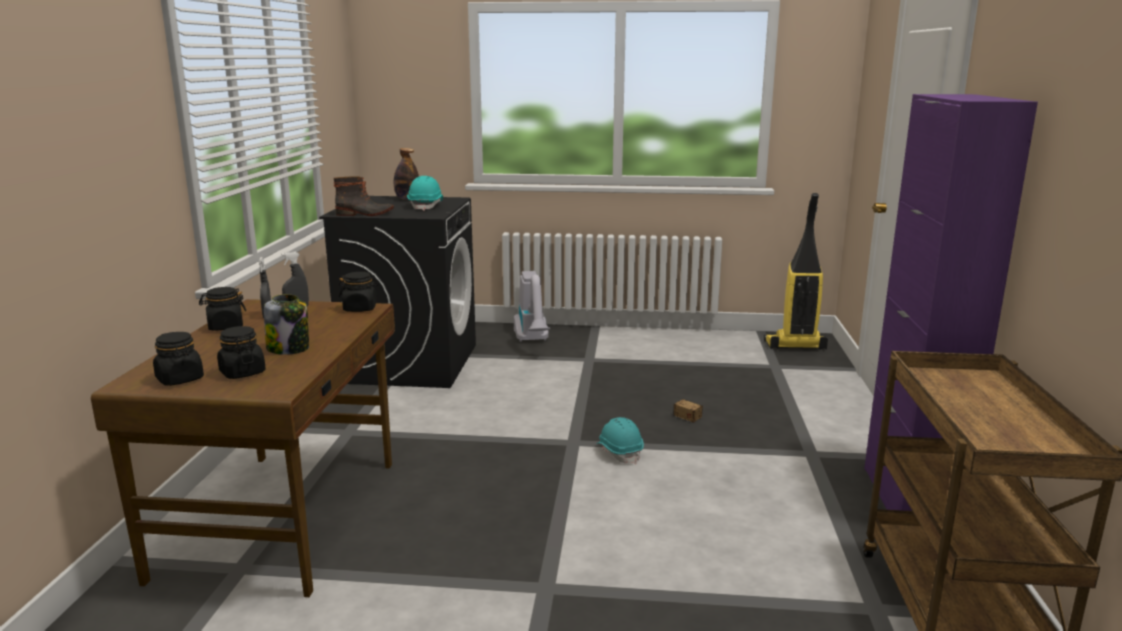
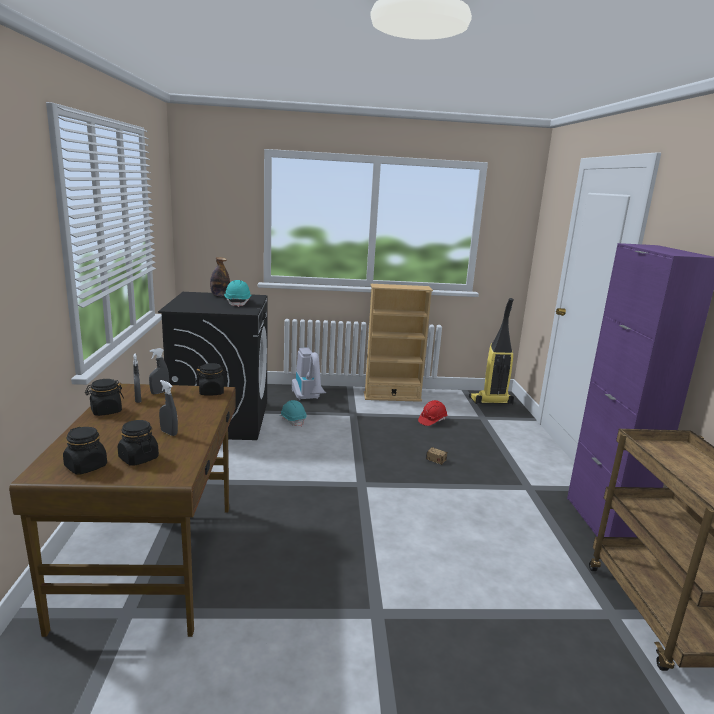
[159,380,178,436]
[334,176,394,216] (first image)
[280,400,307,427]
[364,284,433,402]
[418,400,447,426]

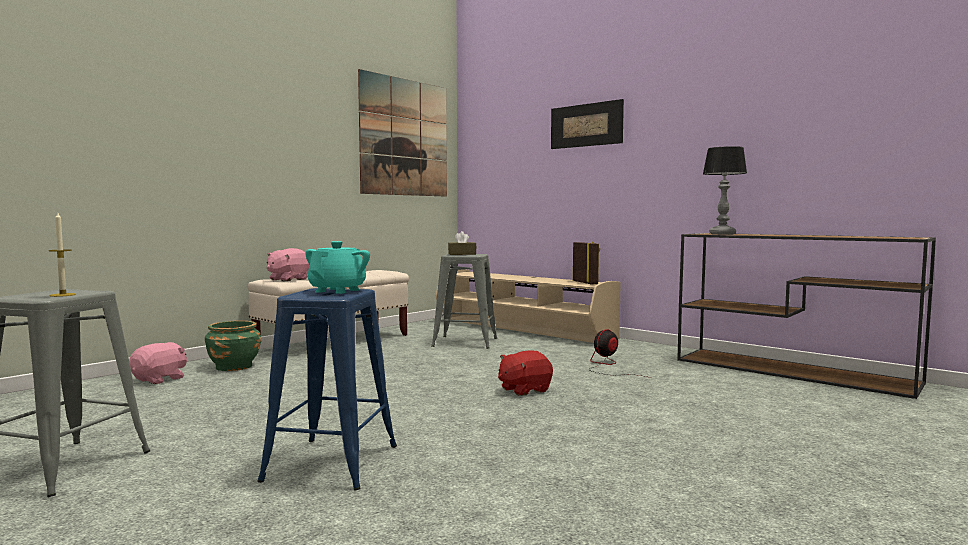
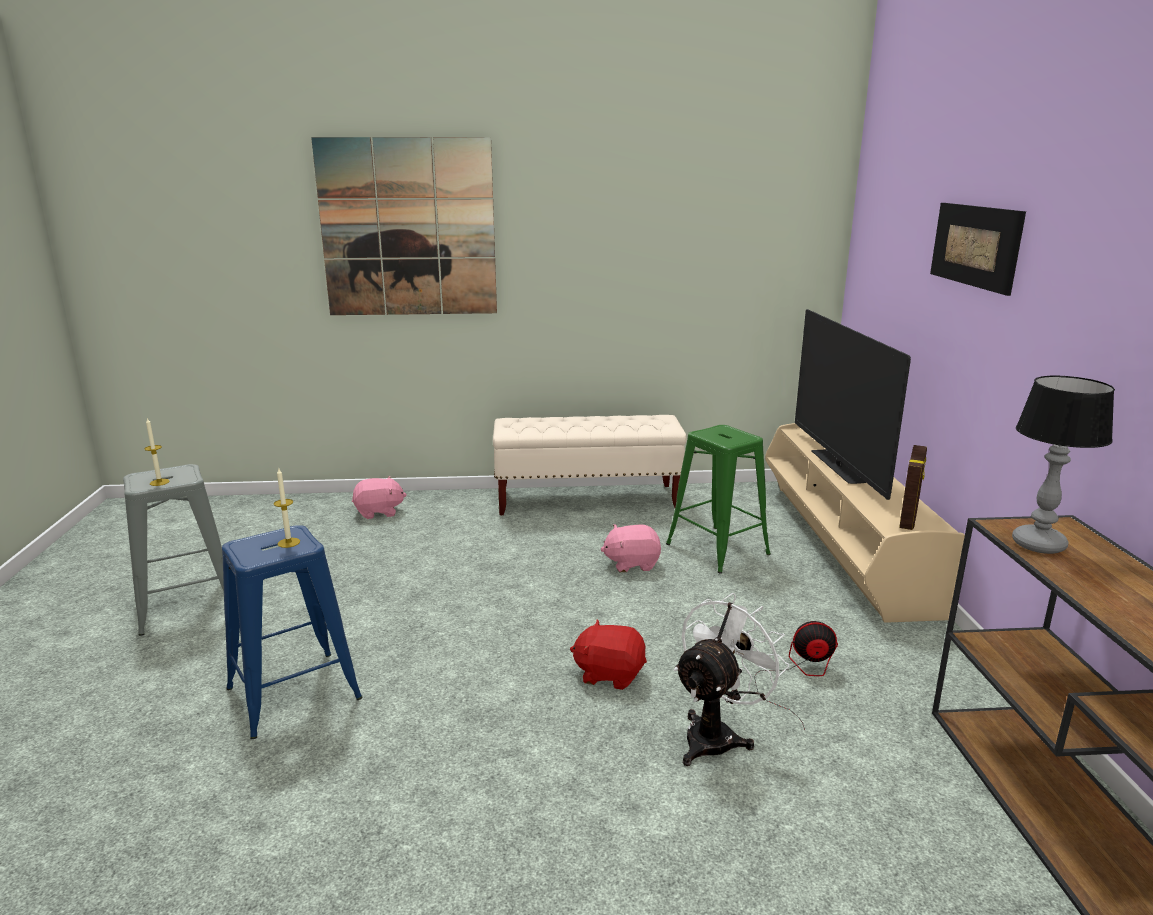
[205,321,261,371] (first image)
[601,524,661,572]
[274,467,300,548]
[311,137,497,315]
[666,425,771,574]
[448,231,477,255] (first image)
[674,593,790,766]
[795,309,911,500]

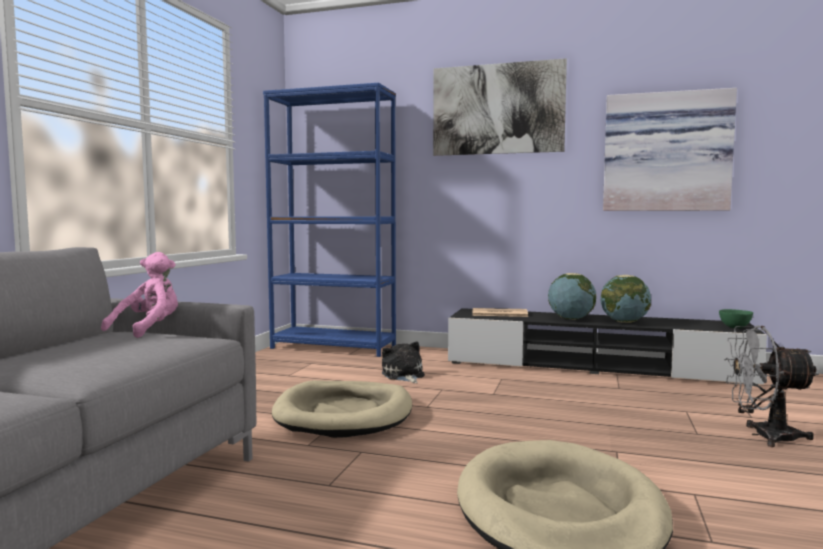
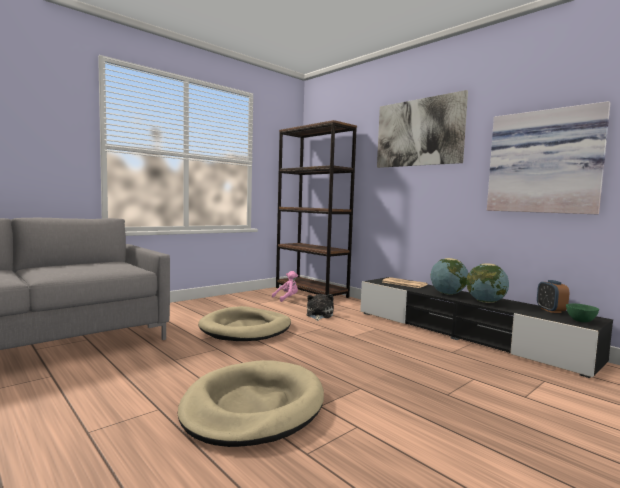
[272,271,298,302]
[276,120,357,298]
[724,325,819,447] (first image)
[537,280,569,313]

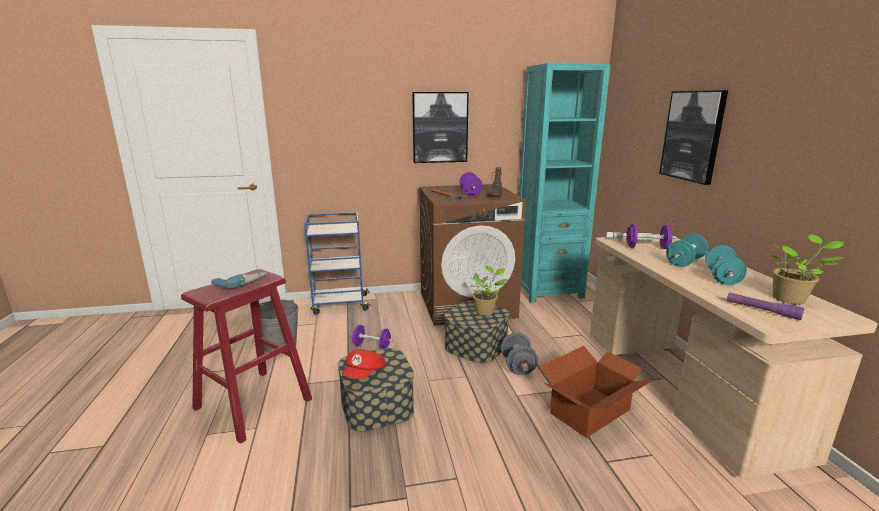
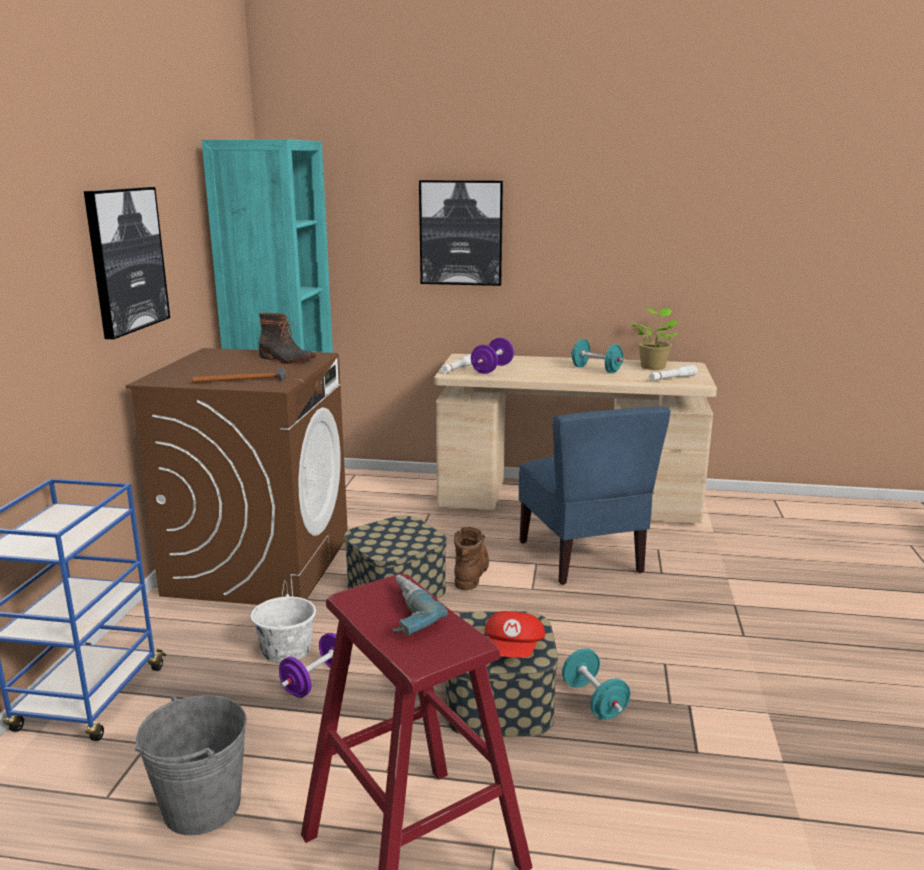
[484,611,545,658]
[459,172,483,196] (first image)
[470,266,507,316] (first image)
[454,527,489,590]
[519,407,671,585]
[562,648,630,720]
[649,365,697,381]
[251,580,316,663]

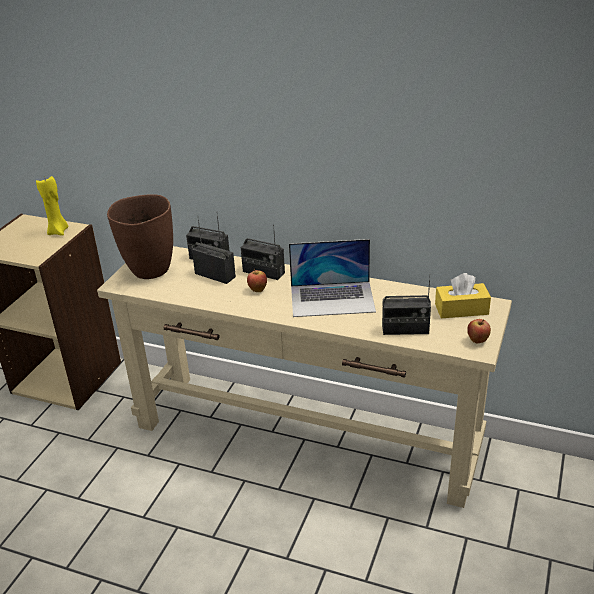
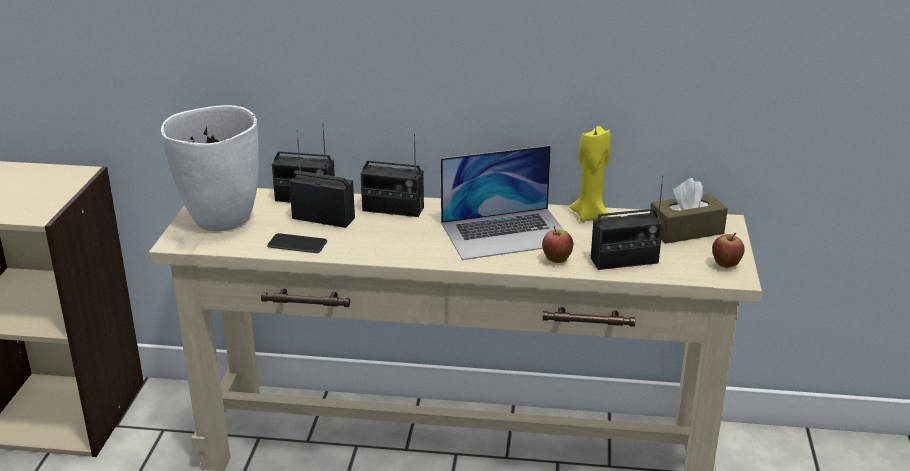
[569,126,611,222]
[161,105,259,232]
[542,226,573,263]
[650,178,728,244]
[267,233,327,253]

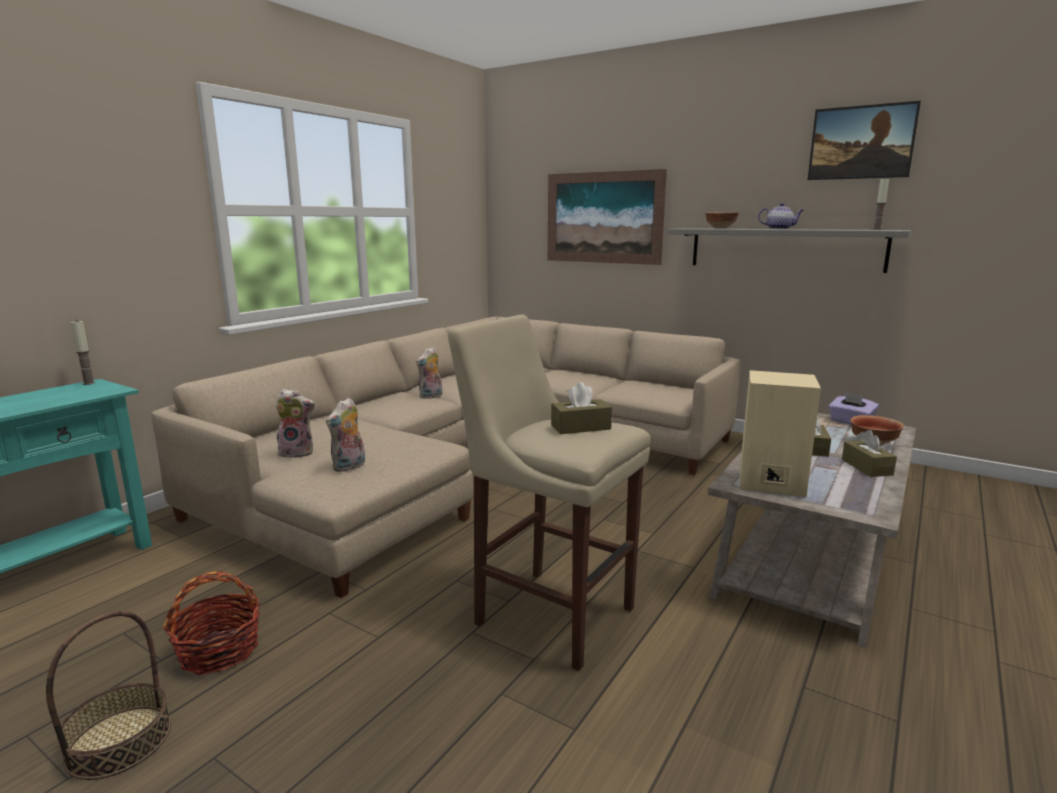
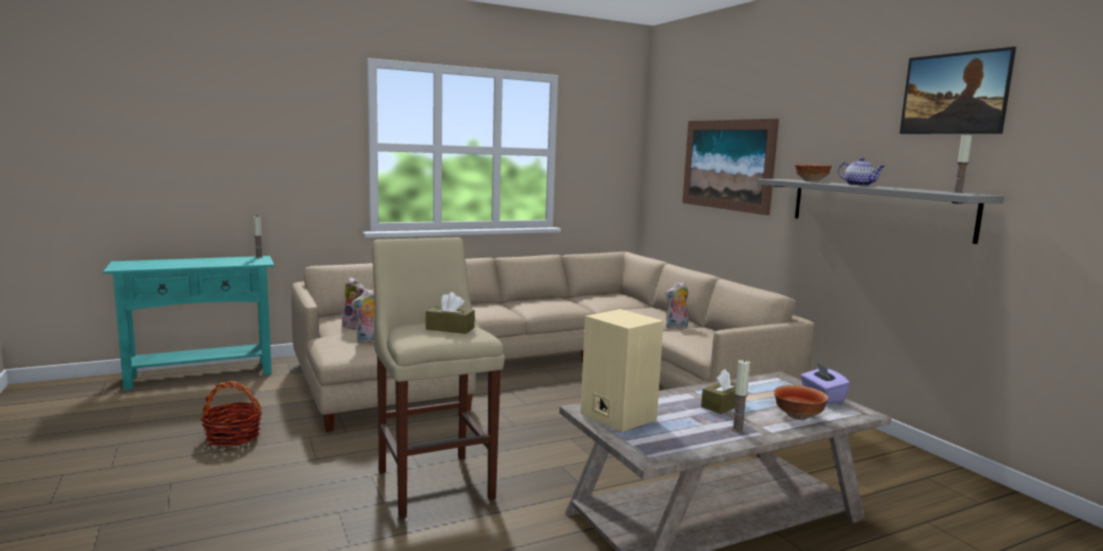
[46,611,171,780] (first image)
[665,282,689,329]
[732,360,750,432]

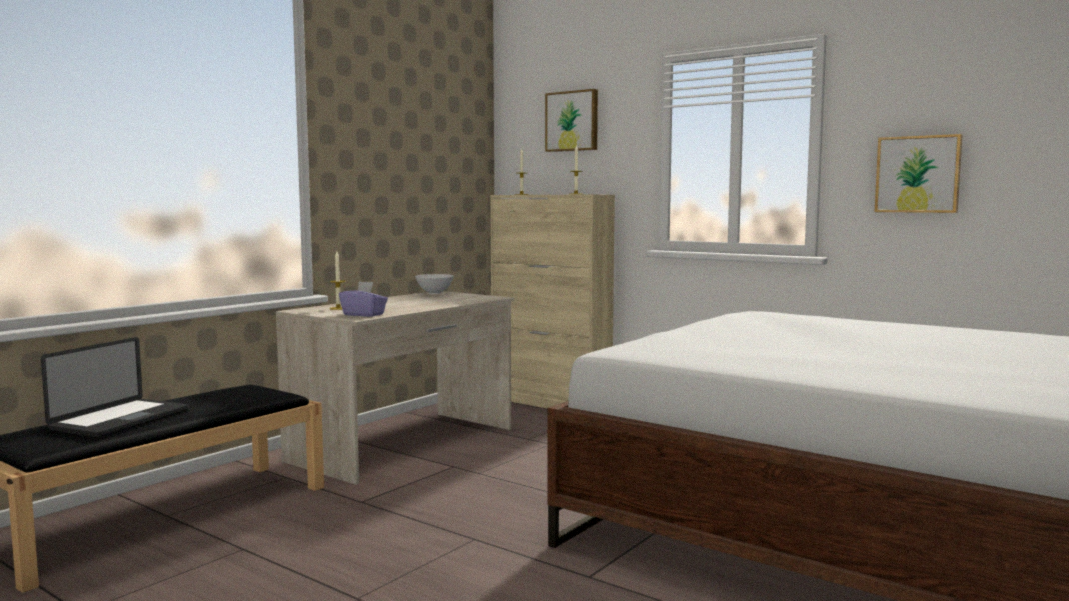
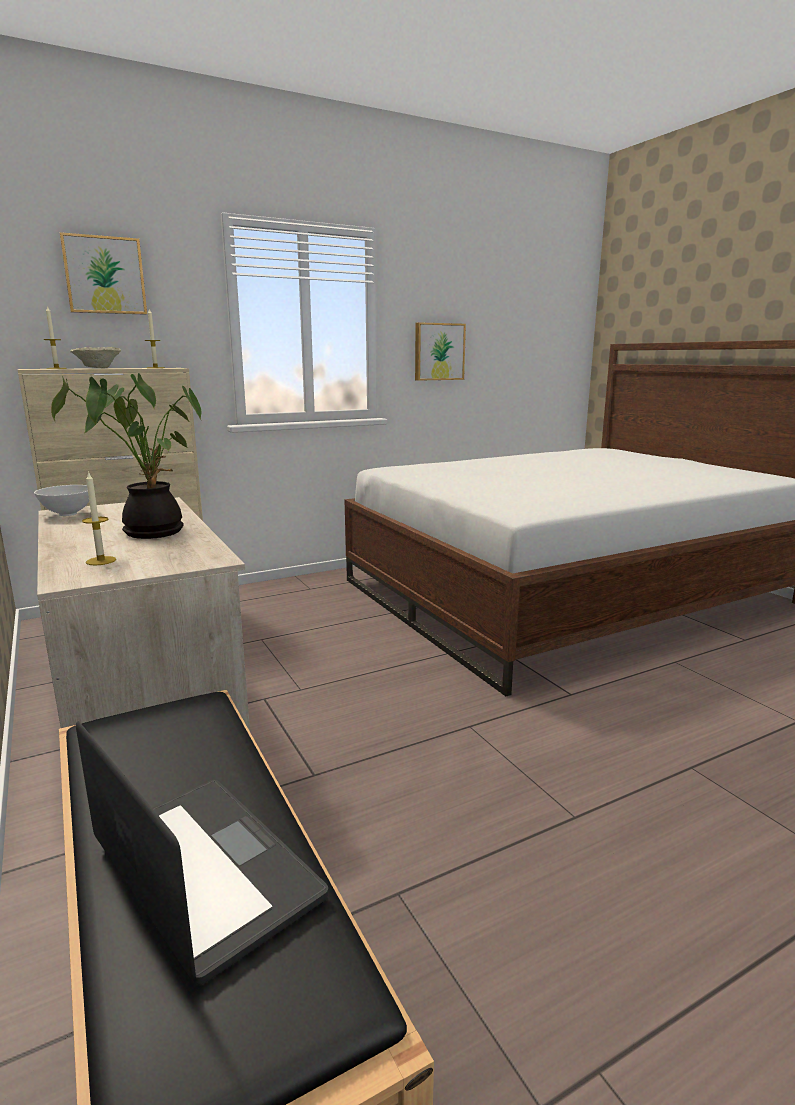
[339,282,388,317] (first image)
[51,373,202,539]
[70,347,121,368]

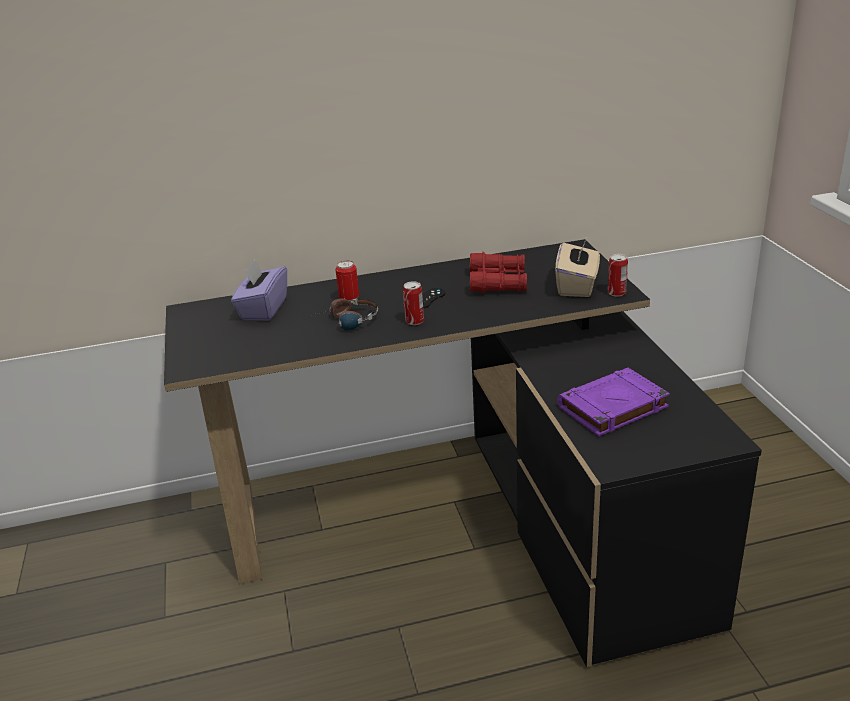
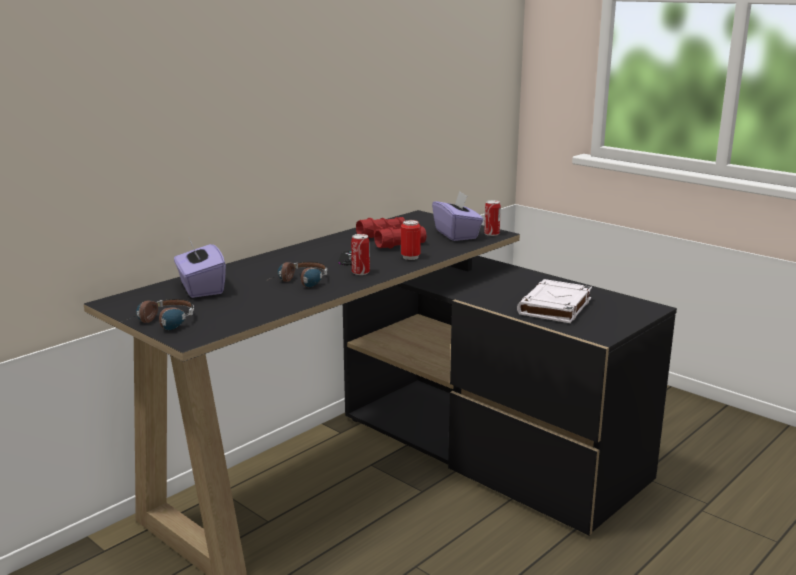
[401,220,421,260]
[432,191,483,241]
[517,279,592,323]
[119,299,194,330]

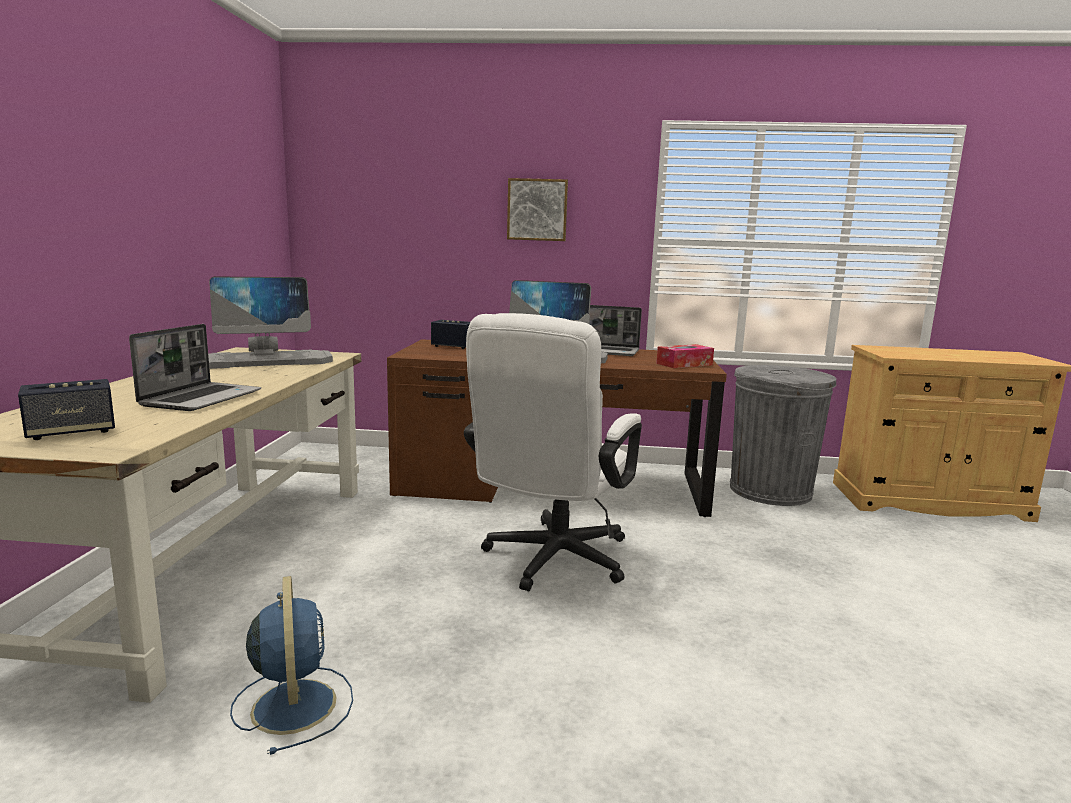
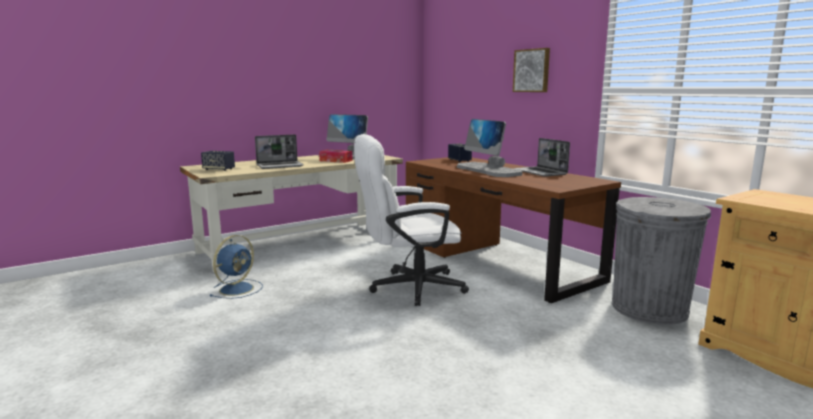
[319,150,353,163]

